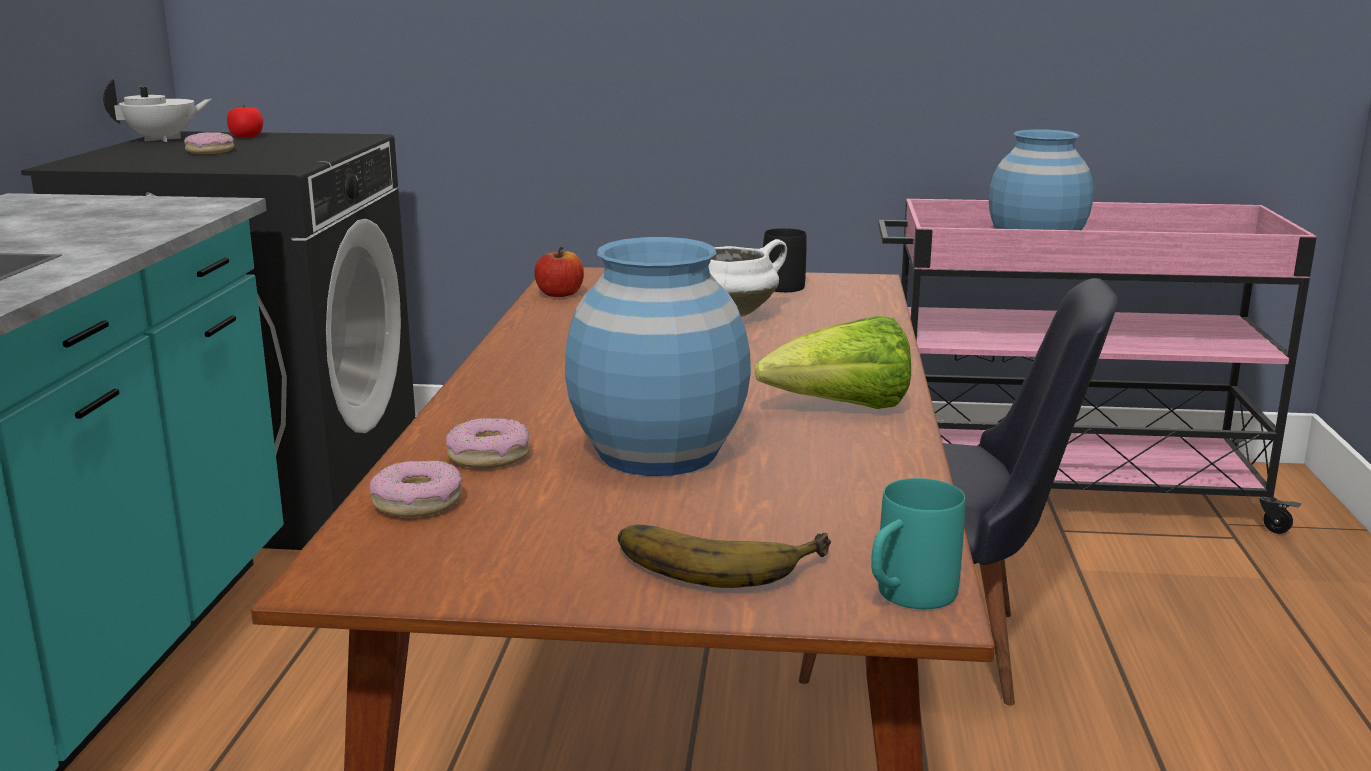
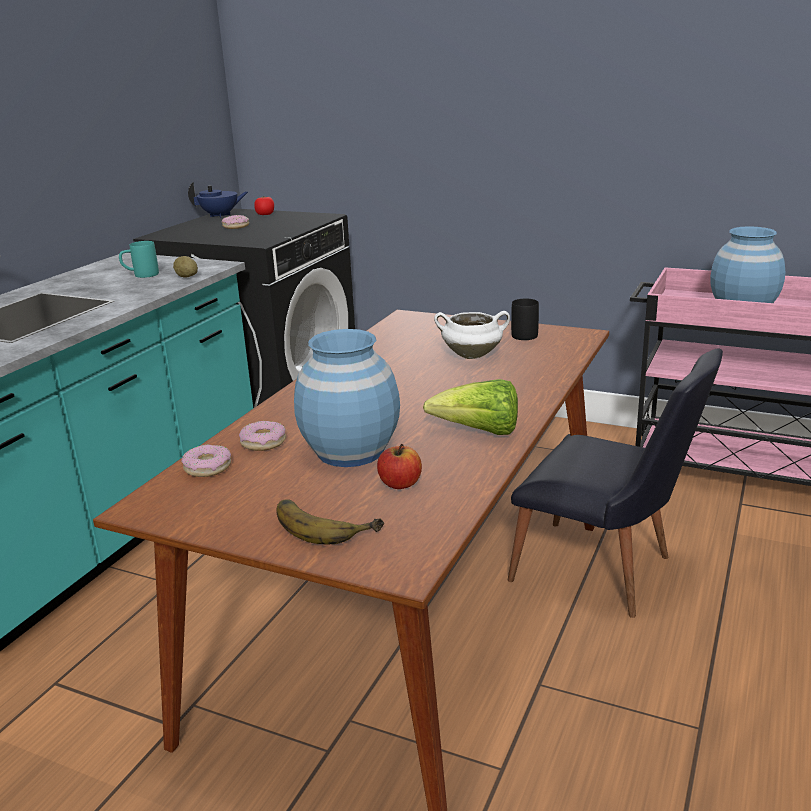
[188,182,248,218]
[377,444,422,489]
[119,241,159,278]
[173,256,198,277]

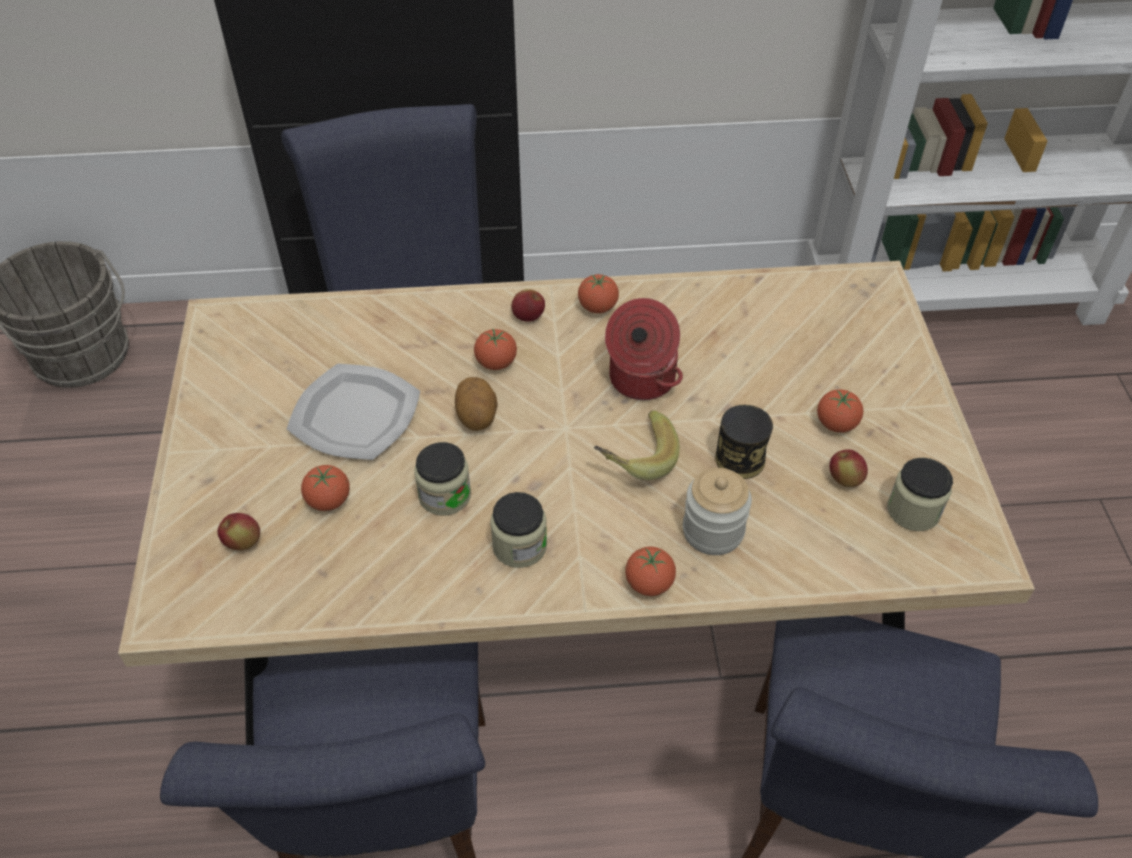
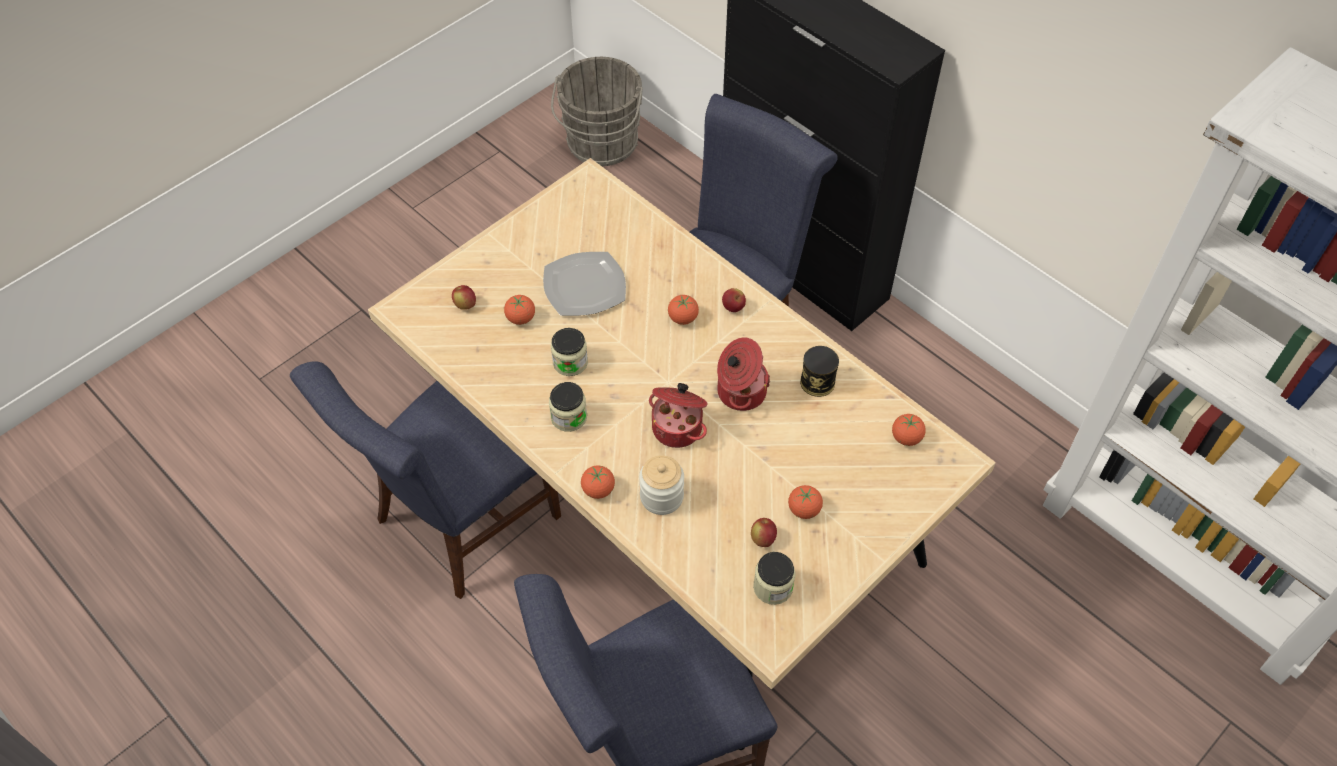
[455,377,498,431] (first image)
[892,414,926,446]
[649,383,708,448]
[800,346,839,397]

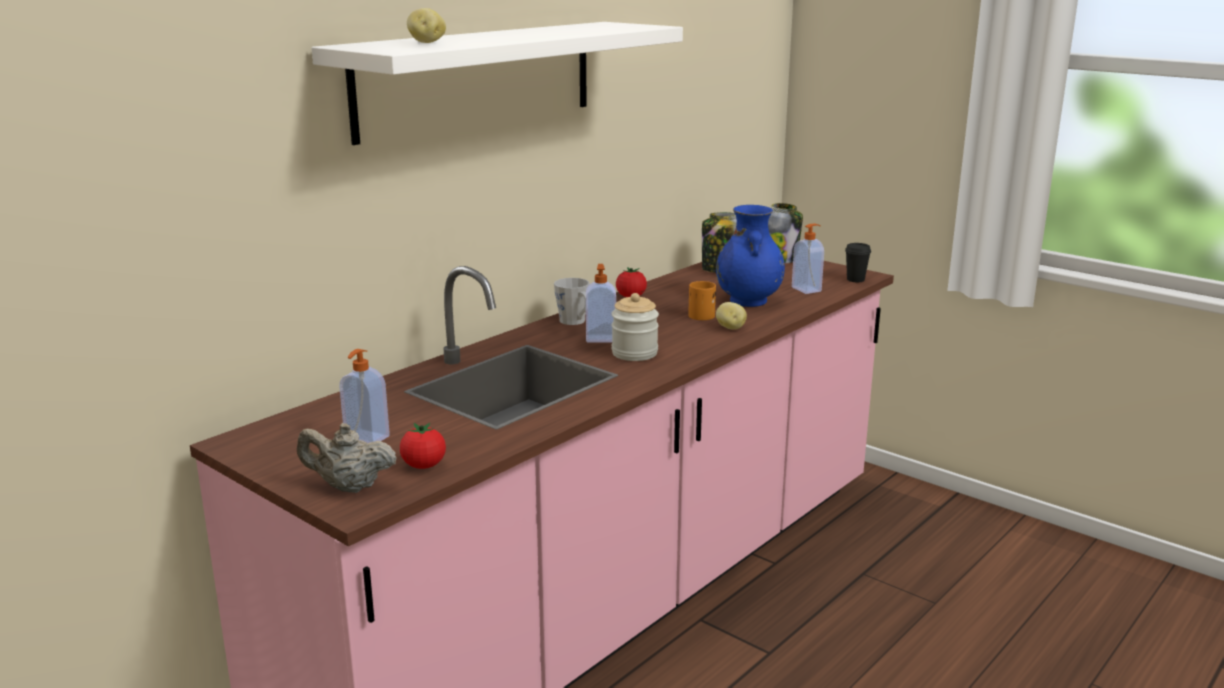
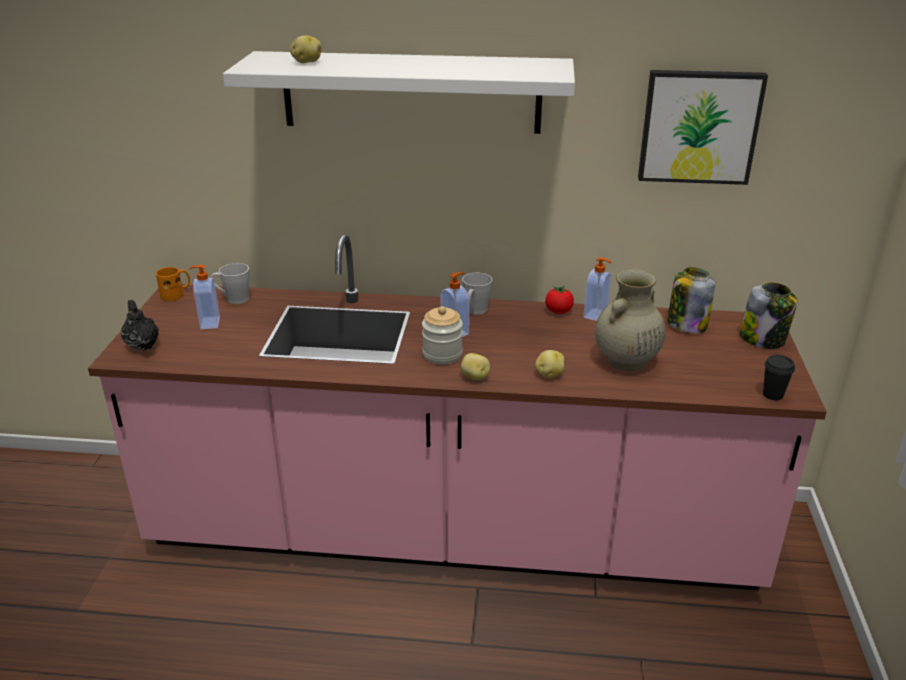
[121,300,159,351]
[400,423,446,469] (first image)
[156,267,190,301]
[595,269,665,371]
[583,257,611,321]
[211,263,249,304]
[461,353,490,380]
[638,70,768,185]

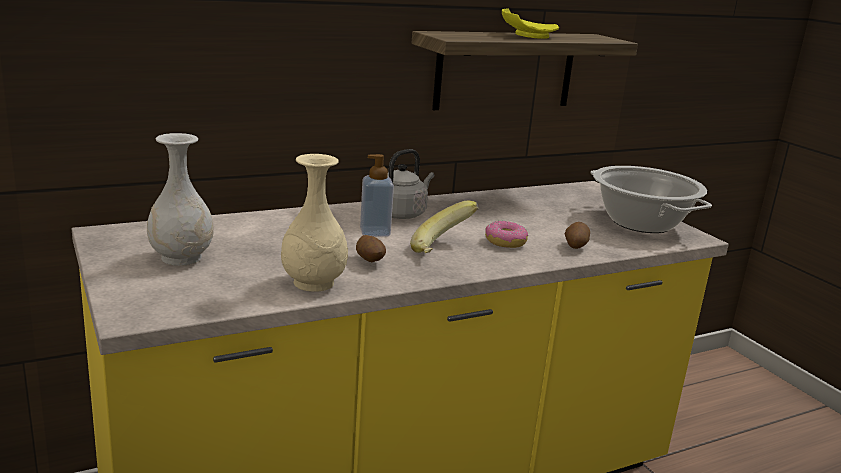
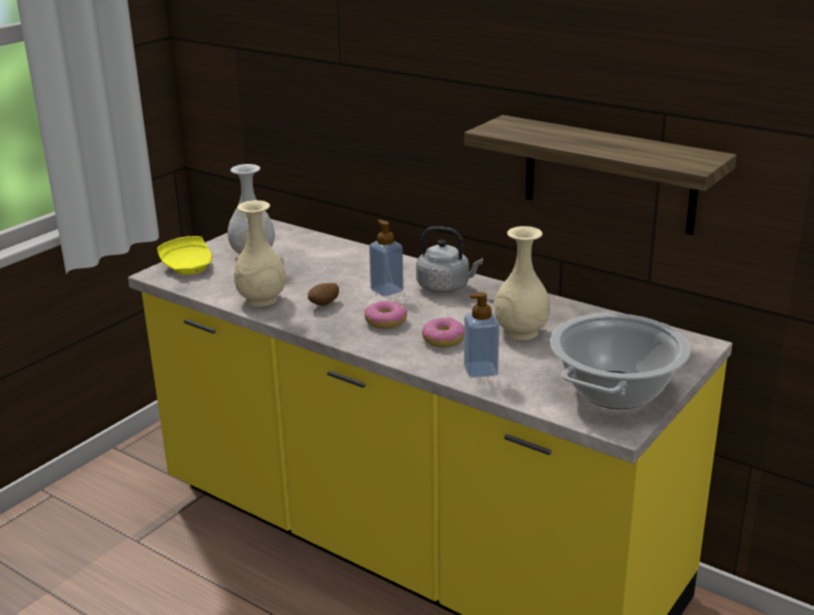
[364,301,407,329]
[157,236,212,275]
[464,292,499,378]
[494,226,550,340]

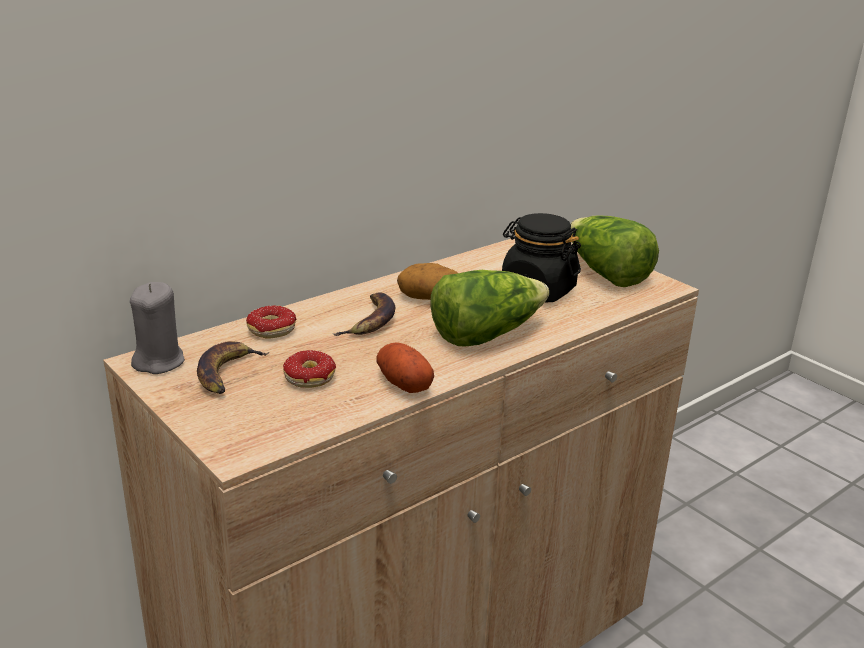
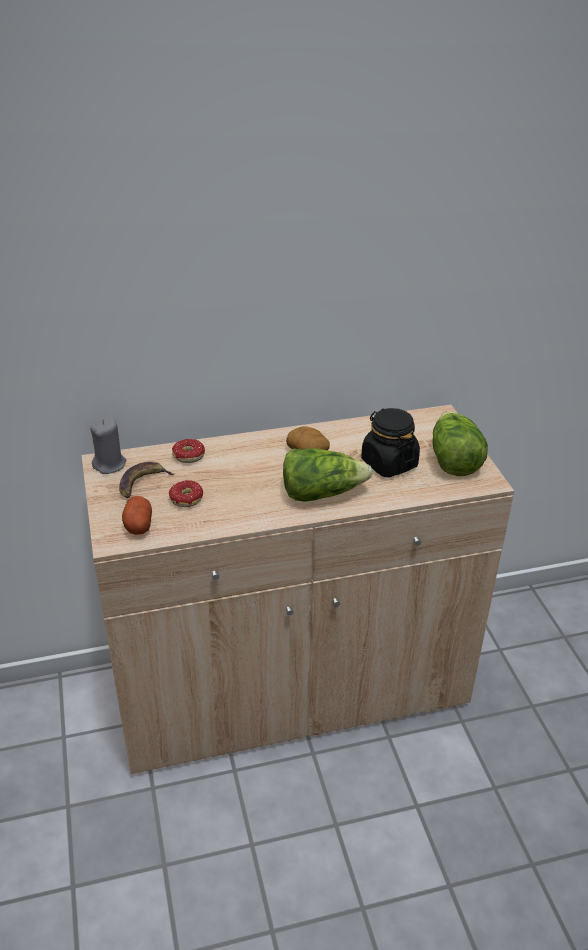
[333,292,395,336] (first image)
[122,496,152,535]

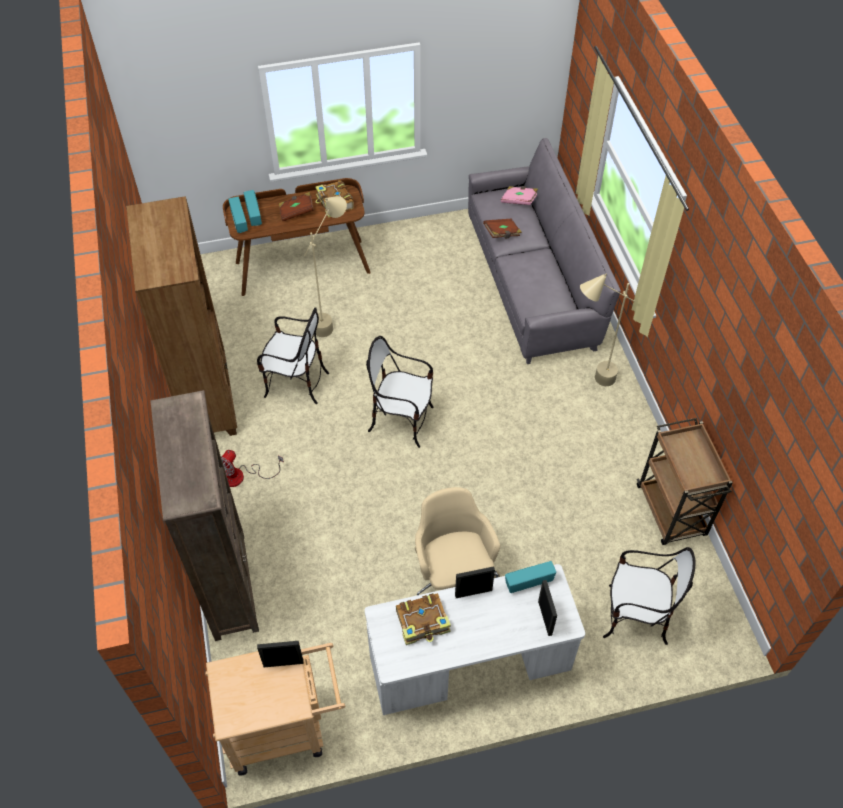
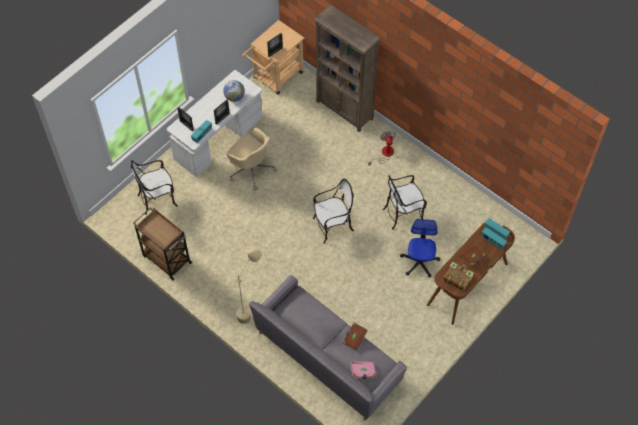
[126,196,237,436] (first image)
[400,219,440,277]
[223,80,245,102]

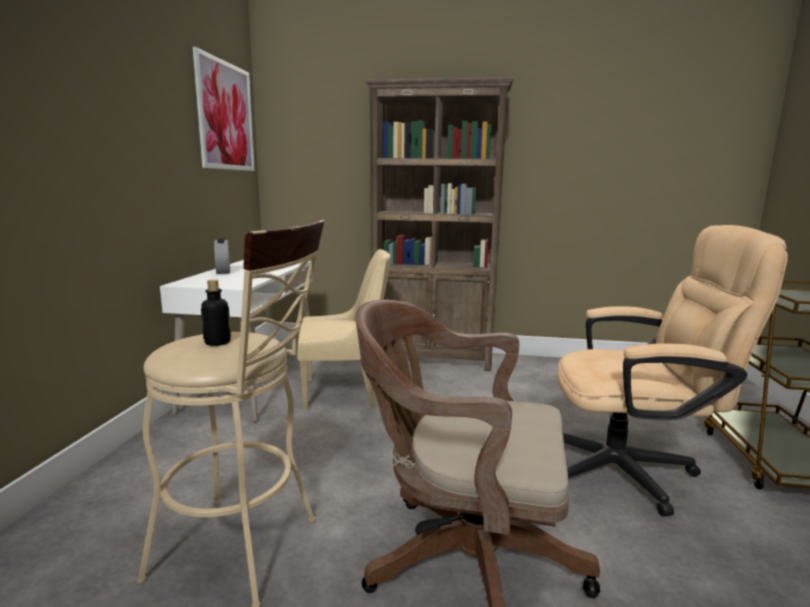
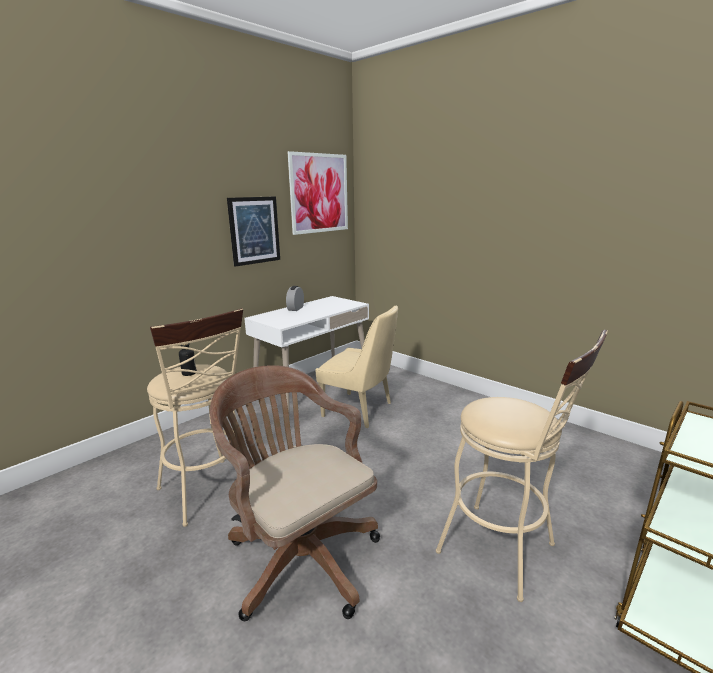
[365,77,513,371] (first image)
[436,330,608,602]
[227,196,280,267]

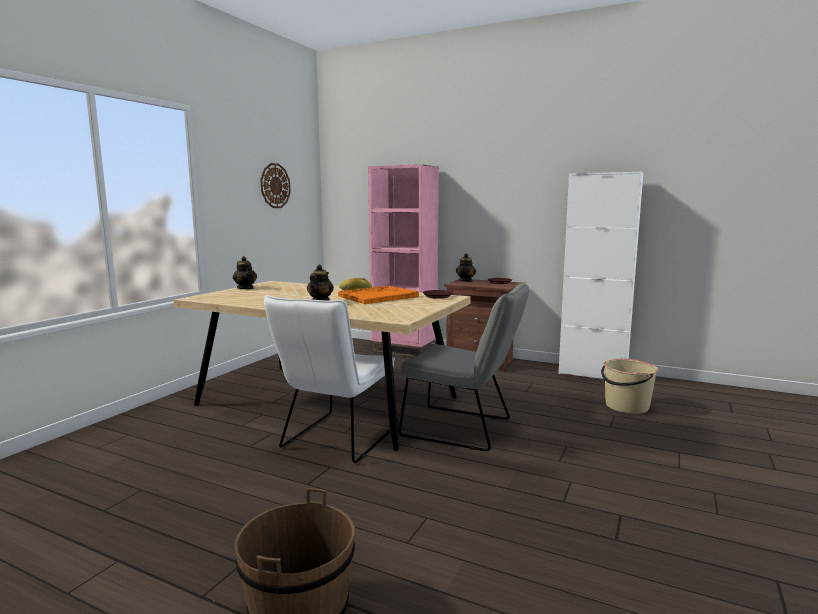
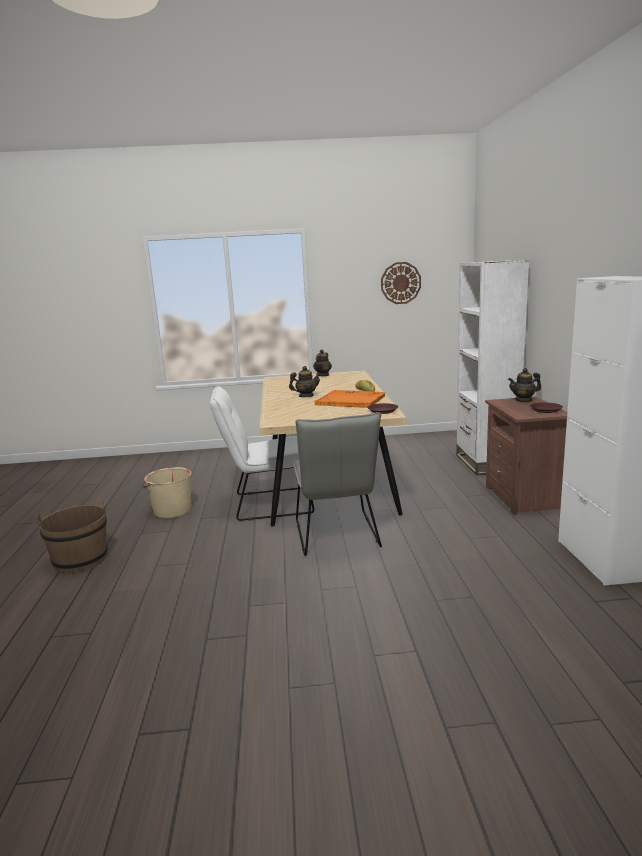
[456,260,529,476]
[143,467,191,518]

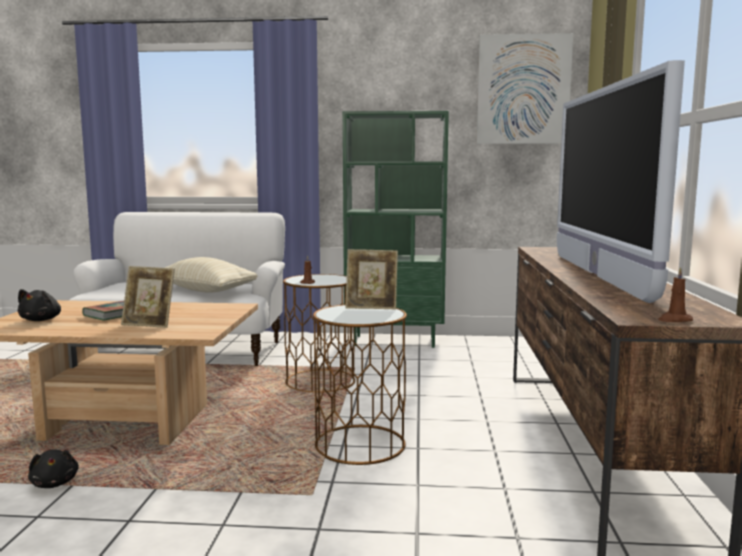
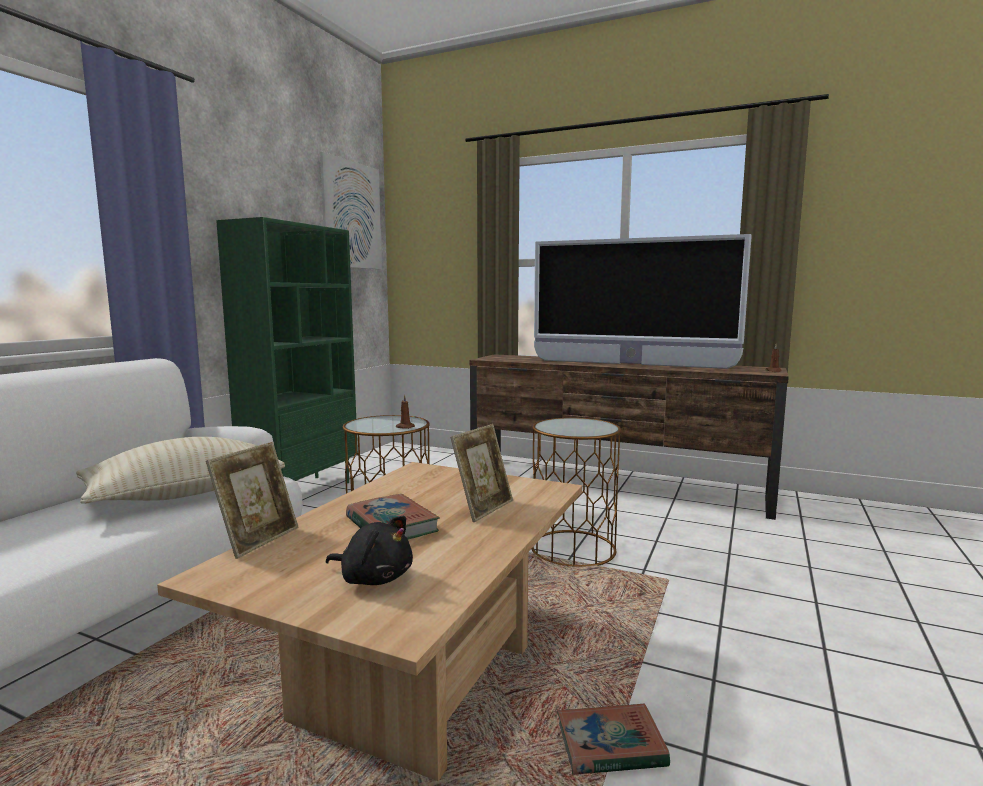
[557,704,670,775]
[206,442,298,559]

